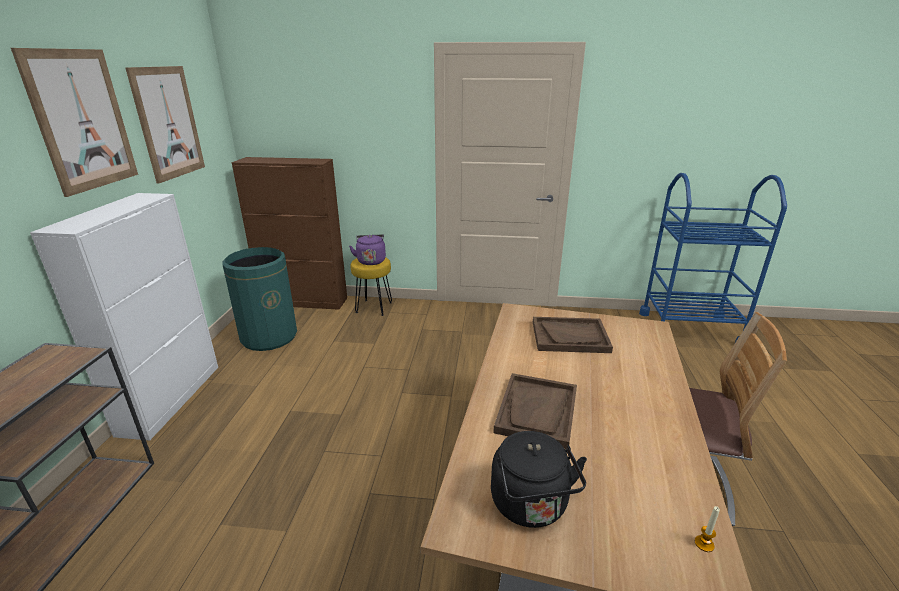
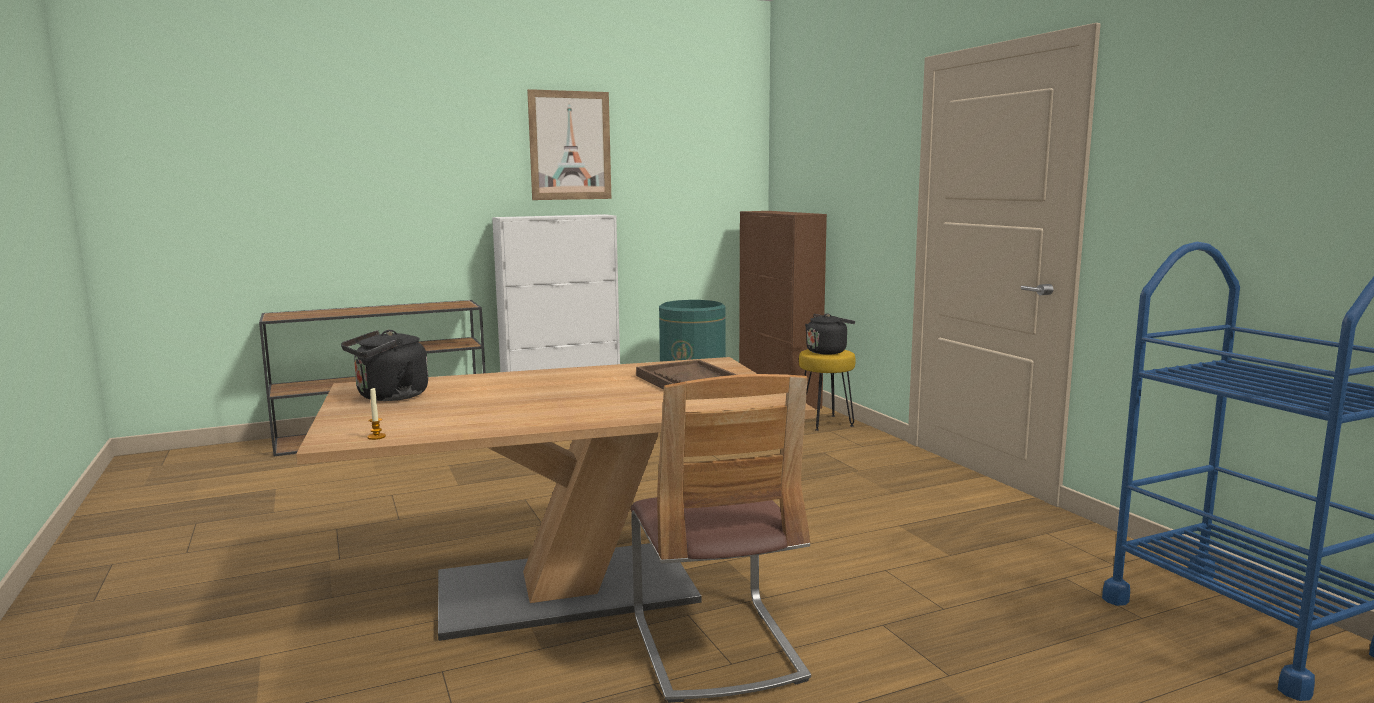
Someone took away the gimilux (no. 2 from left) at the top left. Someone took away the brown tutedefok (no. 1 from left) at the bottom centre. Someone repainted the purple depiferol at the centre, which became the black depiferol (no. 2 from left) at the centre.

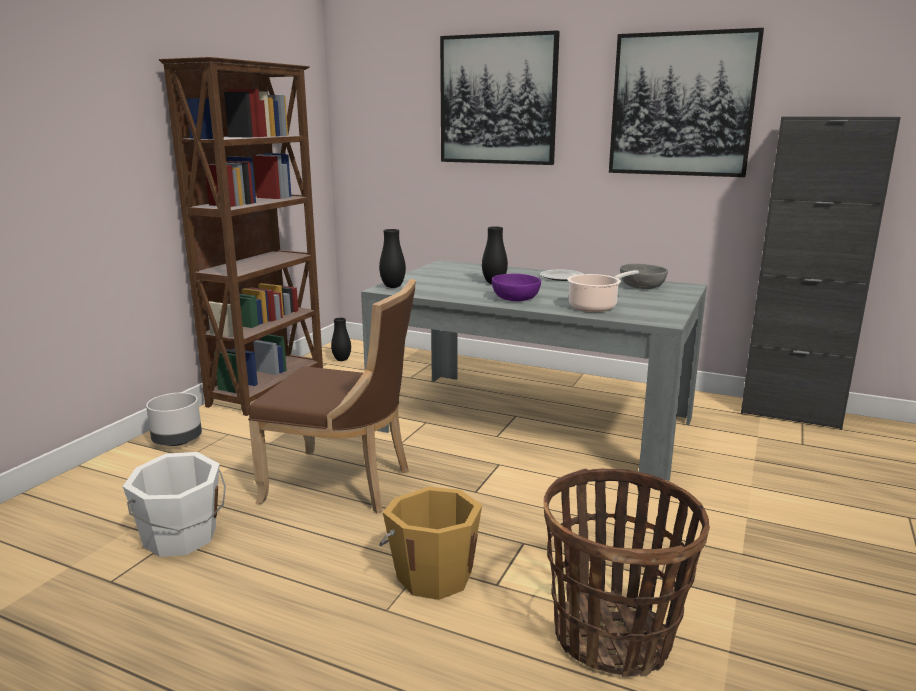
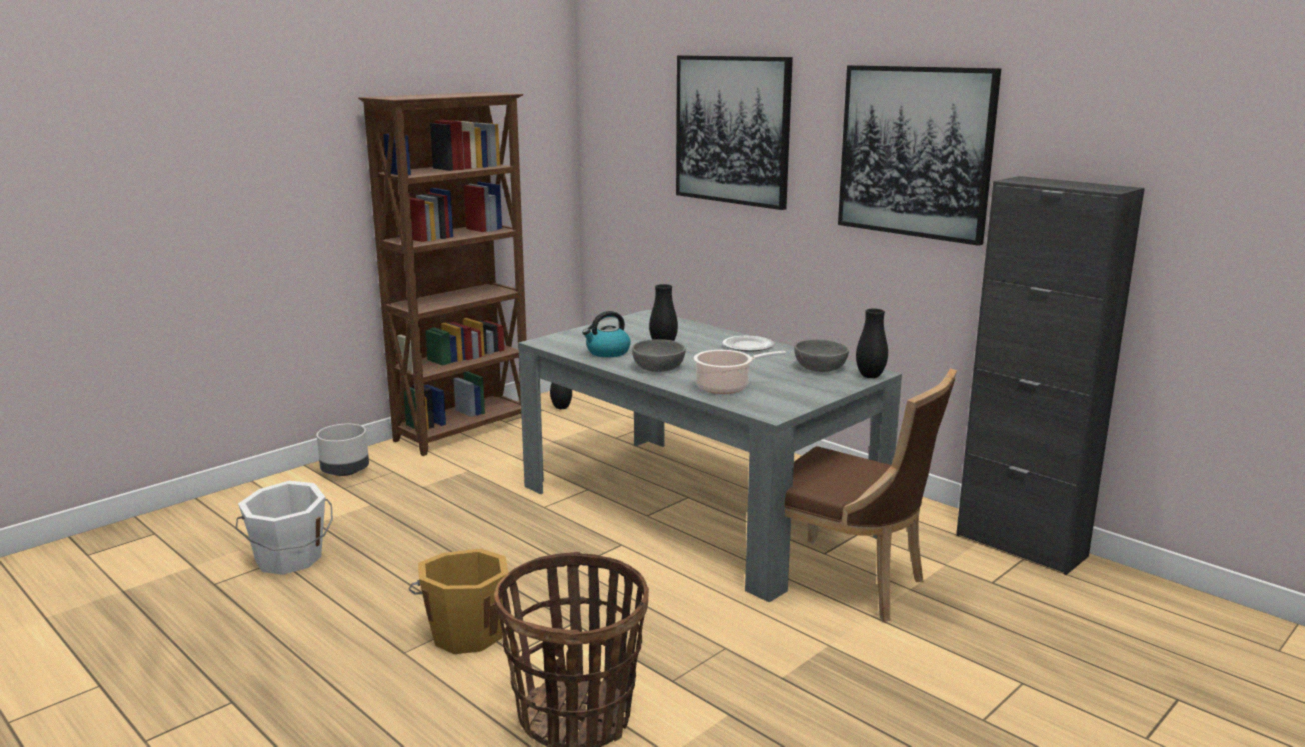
Someone put down the depiferol at the centre. Someone carried the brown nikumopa from the centre to the middle right. Someone carried the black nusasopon (no. 2 from left in the first image) from the centre to the middle right. Someone repainted the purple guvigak at the centre, which became the grey guvigak (no. 1 from left) at the centre.

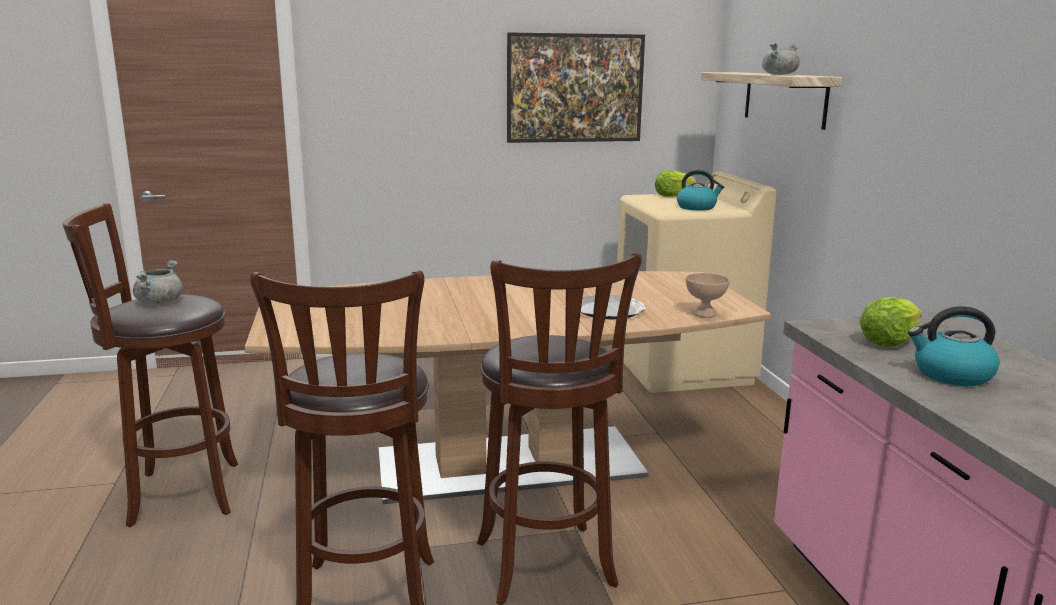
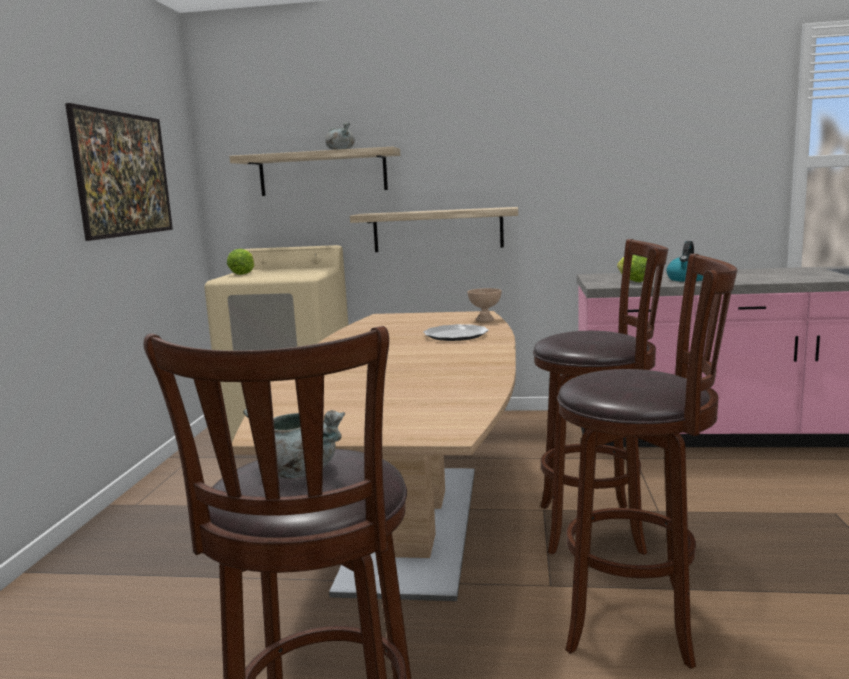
Someone took away the depiferol (no. 1 from left) at the top centre. Someone put up the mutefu (no. 2 from left) at the centre.

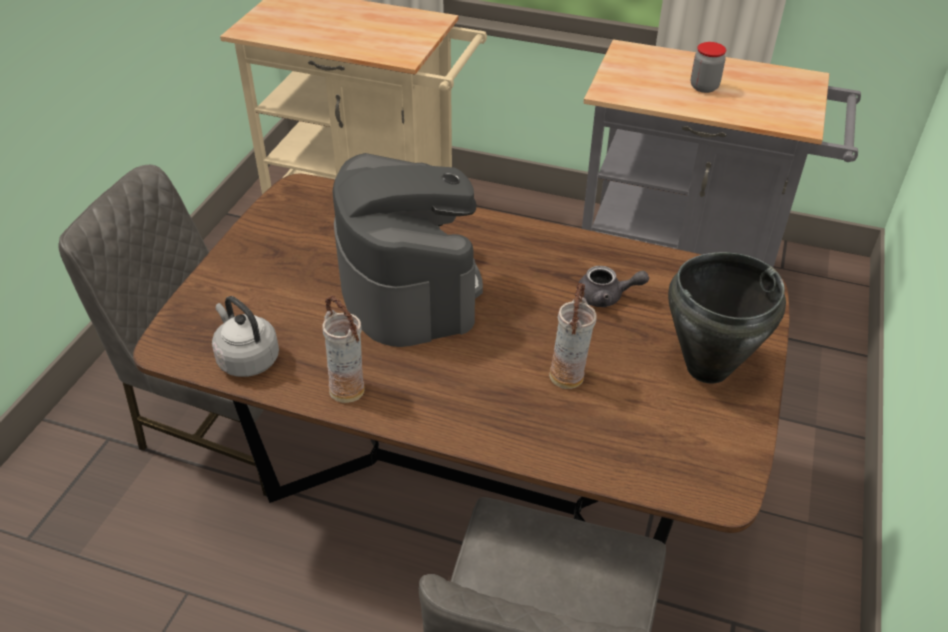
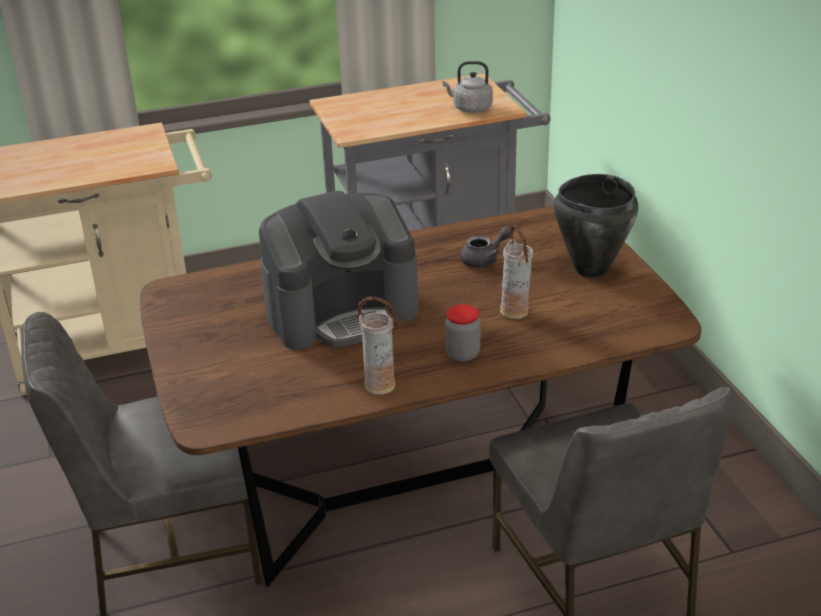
Someone carried the grey depiferol from the middle left to the top centre. Someone carried the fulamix from the top right to the centre. Someone rotated the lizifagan at the centre by 120 degrees clockwise.

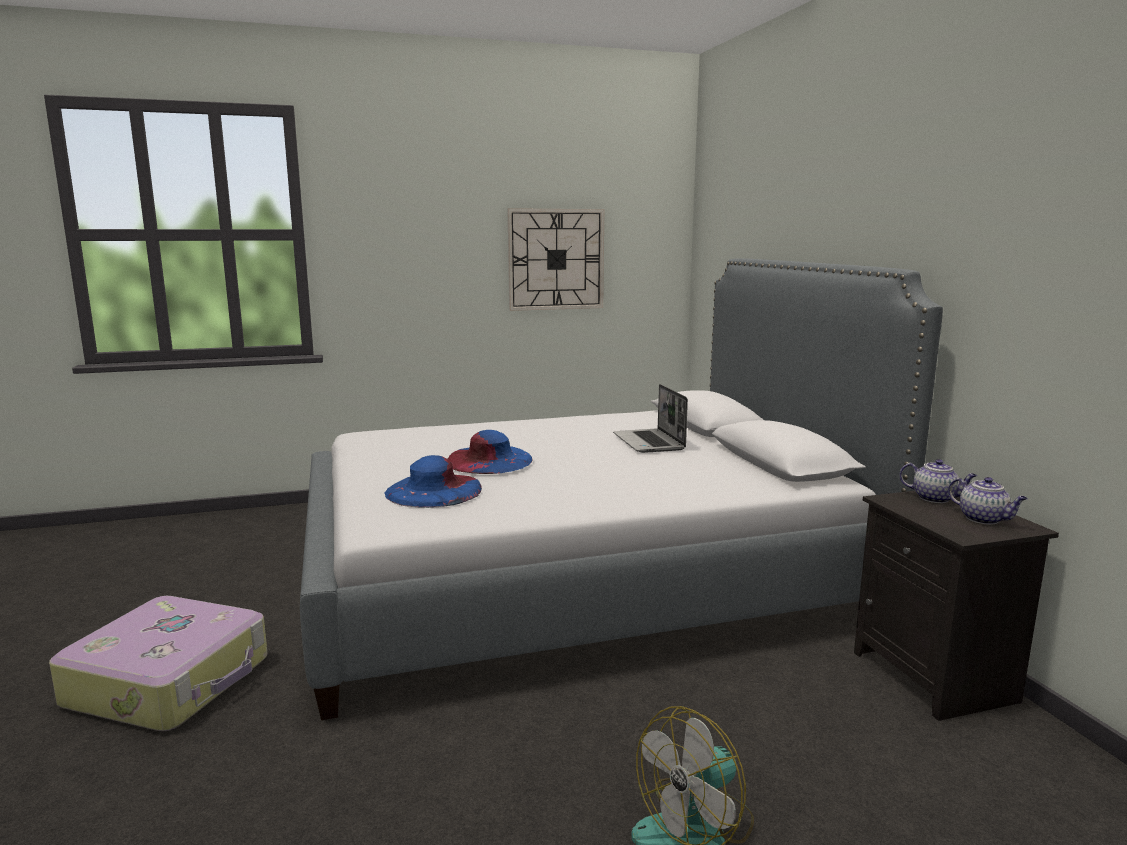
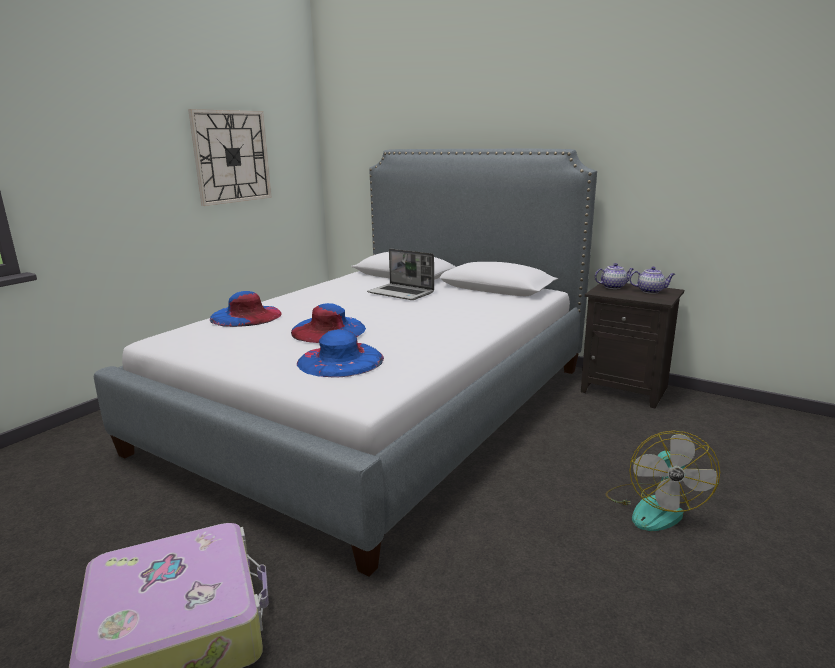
Someone put down the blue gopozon (no. 1 from left) at the middle left.

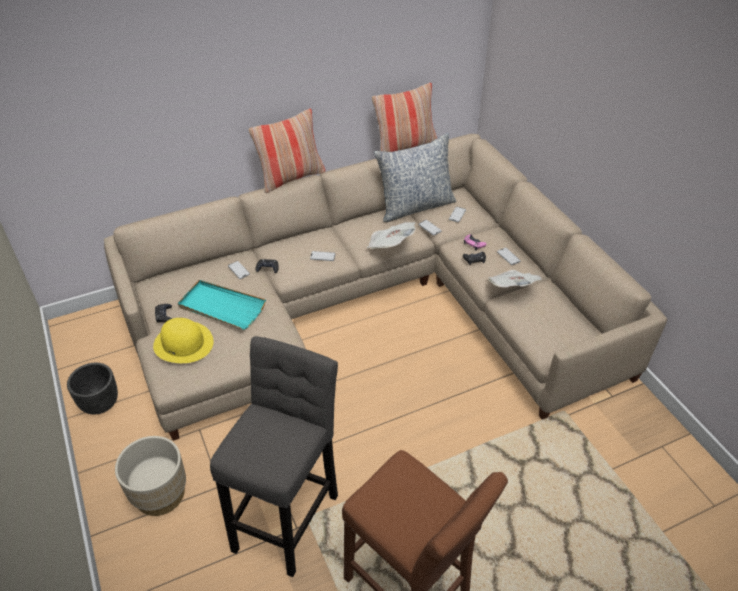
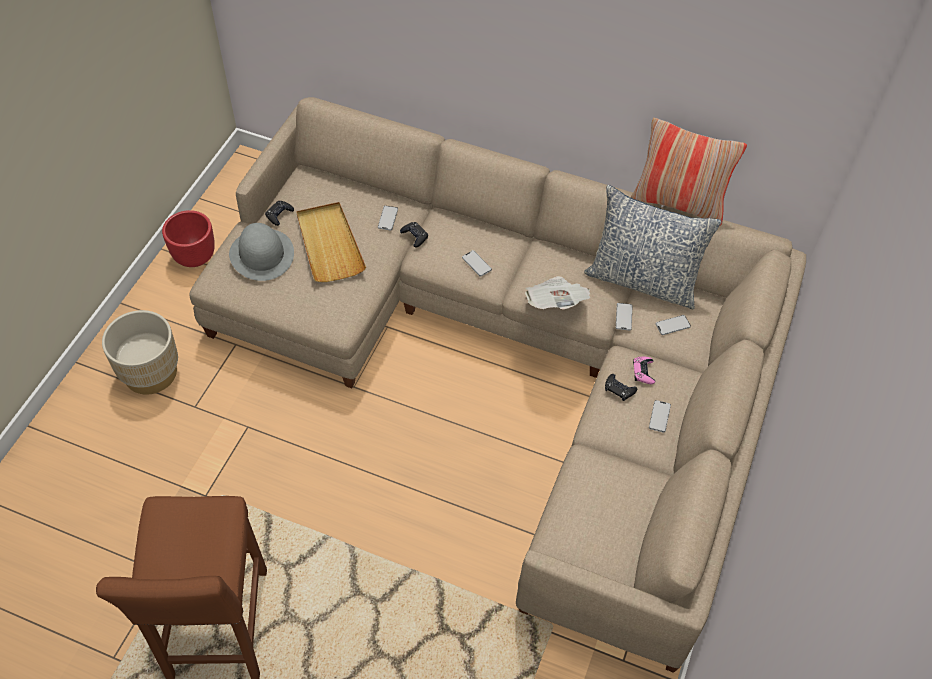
Someone took away the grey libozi at the bottom centre. Someone took away the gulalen (no. 1 from left) at the top centre. Someone took away the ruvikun (no. 2 from left) at the middle right. Someone repainted the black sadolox at the middle left, which became the red sadolox at the middle left. Someone repainted the yellow gopozon at the middle left, which became the grey gopozon at the middle left. Someone repainted the turquoise tutedefok at the middle left, which became the beige tutedefok at the centre.

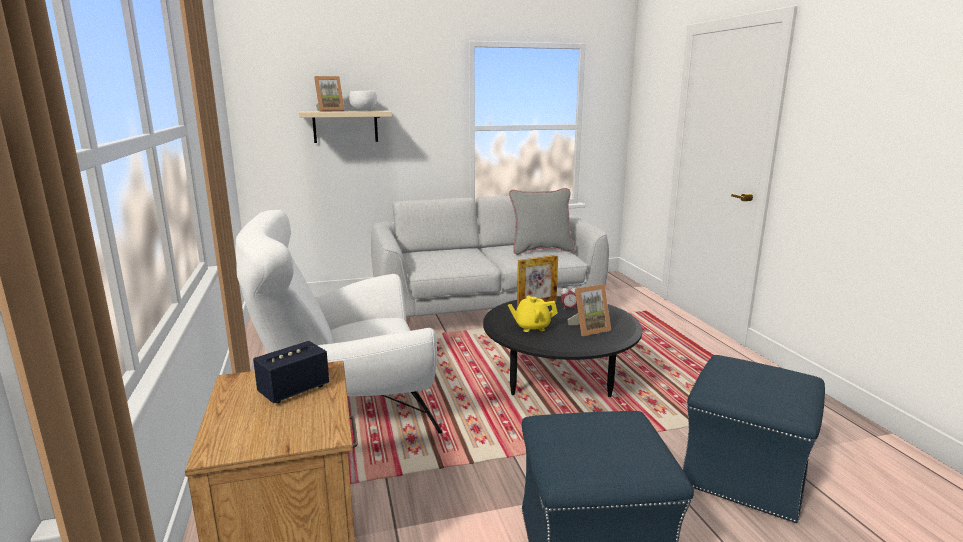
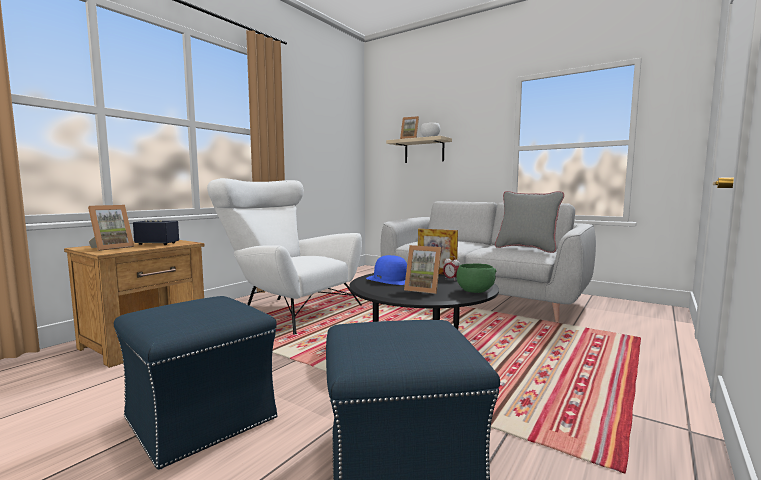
Someone put down the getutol (no. 1 from left) at the middle left. Someone put down the green guvigak at the centre. Someone swapped the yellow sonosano at the centre for the blue gopozon at the centre.

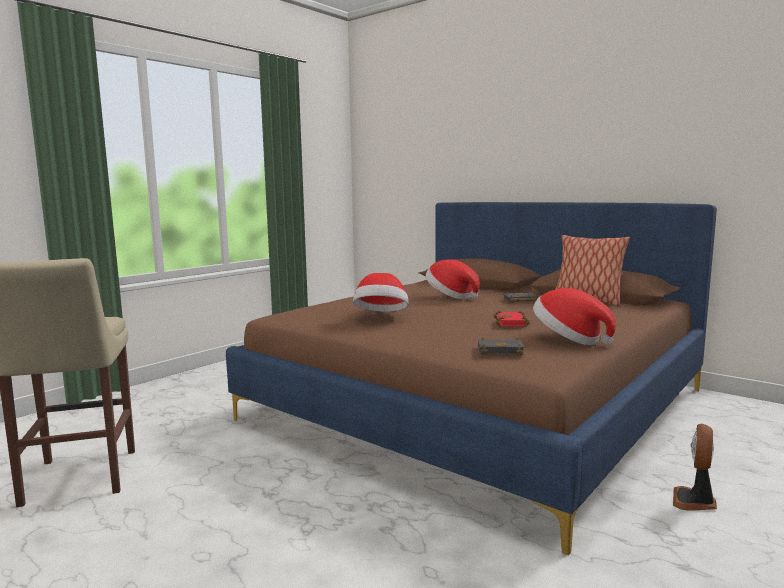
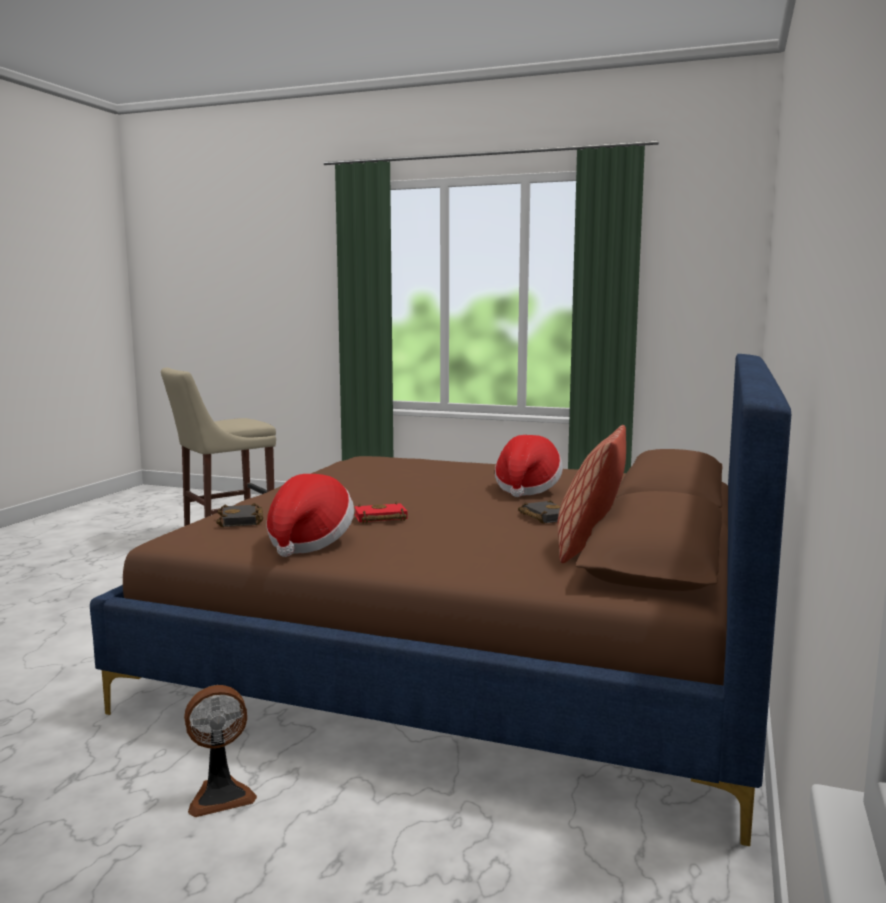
Someone took away the gopozon (no. 1 from left) at the centre. Someone rotated the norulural at the bottom right by 150 degrees clockwise.

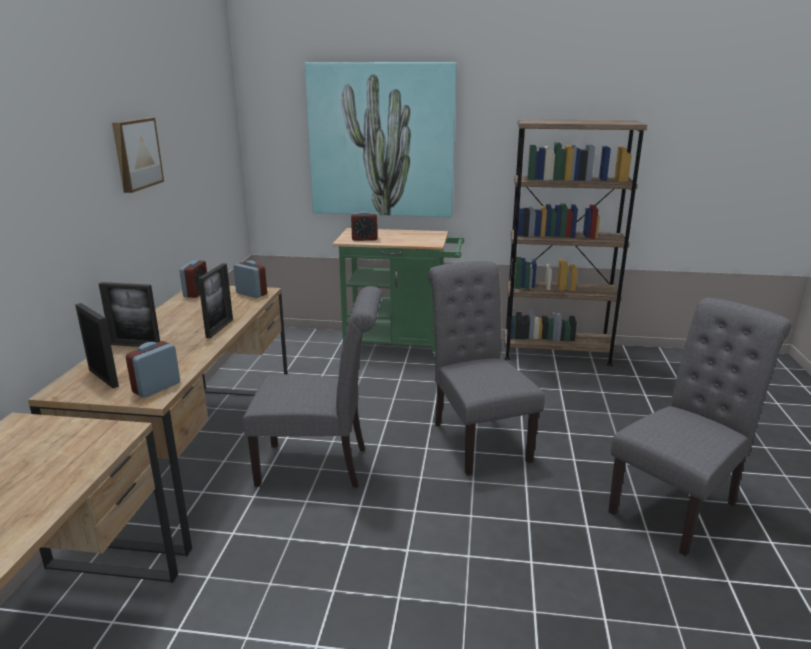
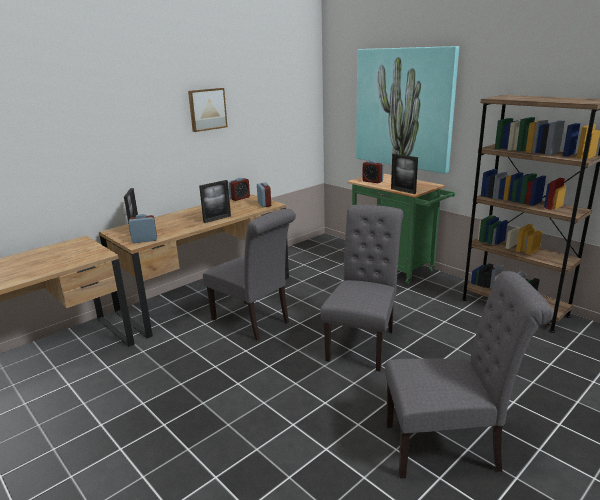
Someone carried the getutol (no. 2 from left in the first image) from the middle left to the middle right.

